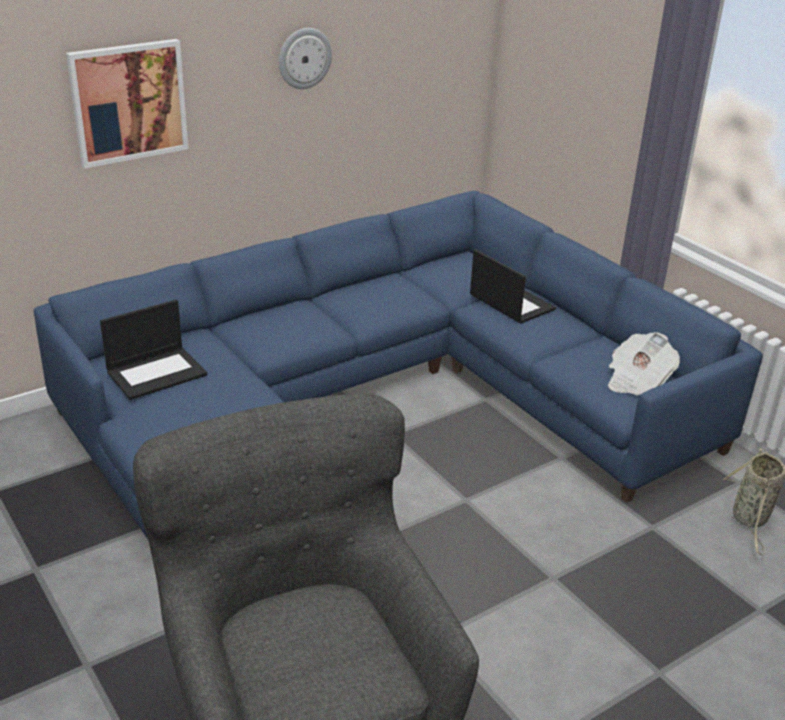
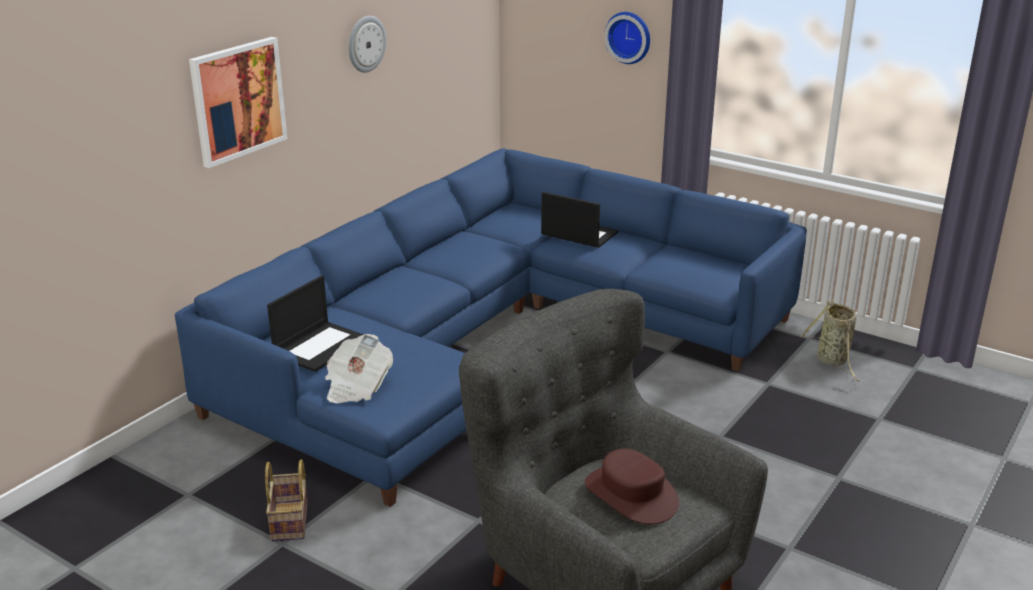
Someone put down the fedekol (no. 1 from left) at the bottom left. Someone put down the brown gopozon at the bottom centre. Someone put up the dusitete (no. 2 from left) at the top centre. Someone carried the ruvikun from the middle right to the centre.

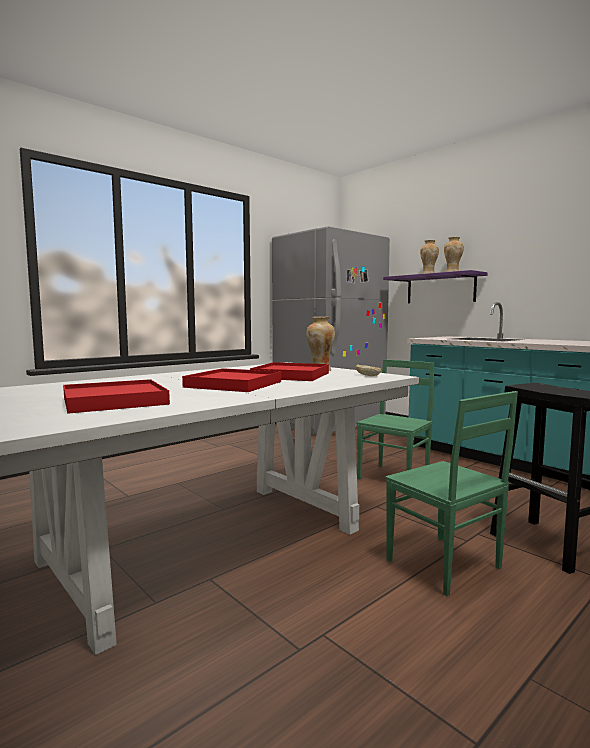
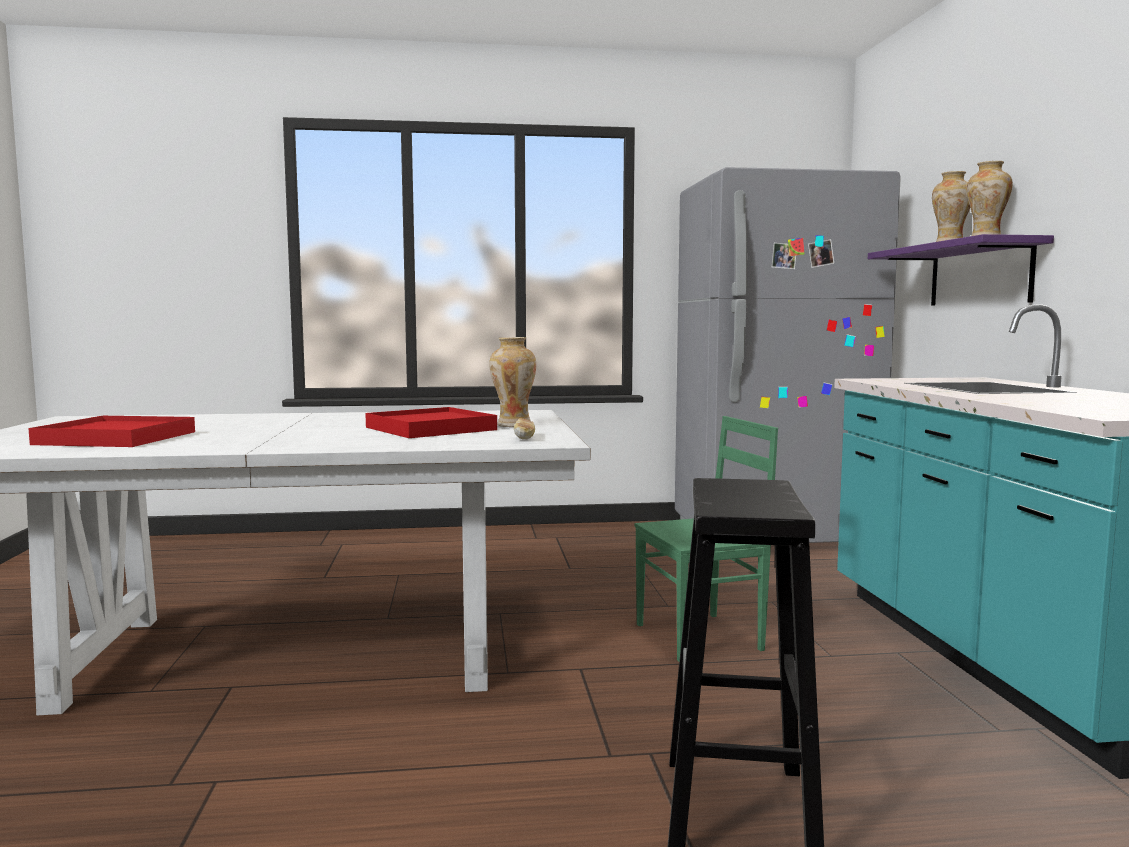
Someone took away the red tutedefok (no. 2 from left) at the centre. Someone took away the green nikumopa (no. 2 from left) at the middle right.

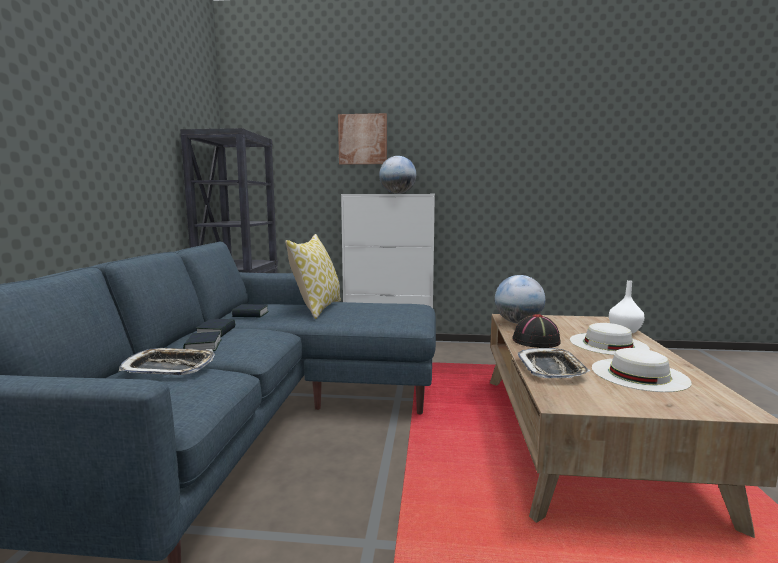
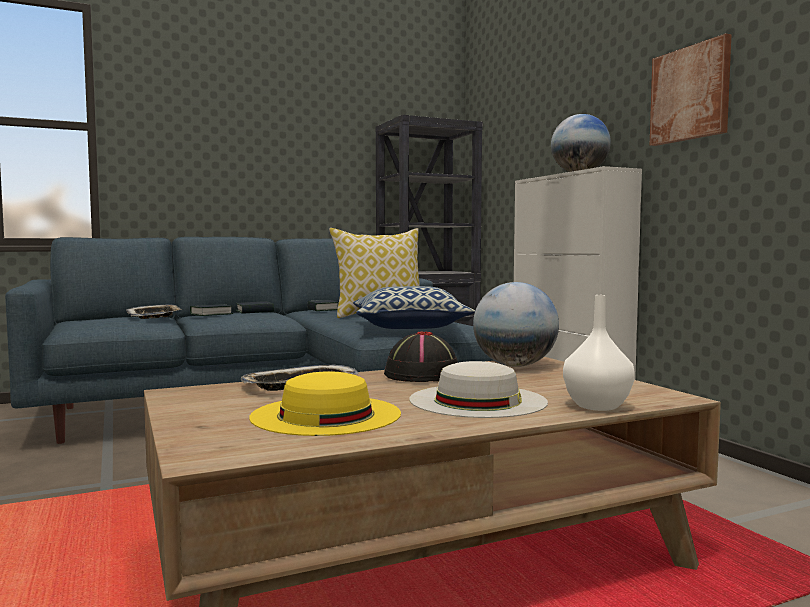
Someone put down the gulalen (no. 2 from left) at the centre. Someone carried the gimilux from the top centre to the top right. Someone repainted the white gopozon (no. 2 from left) at the middle right, which became the yellow gopozon at the centre.

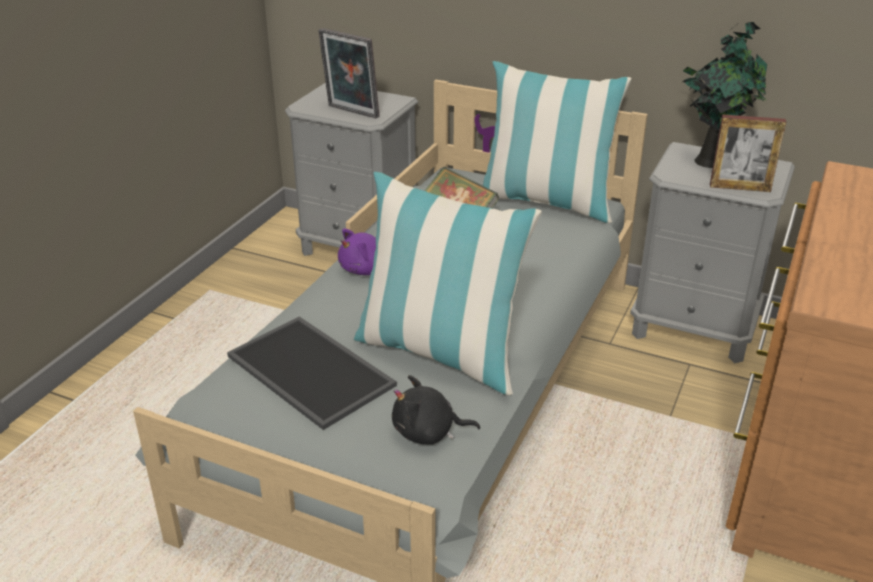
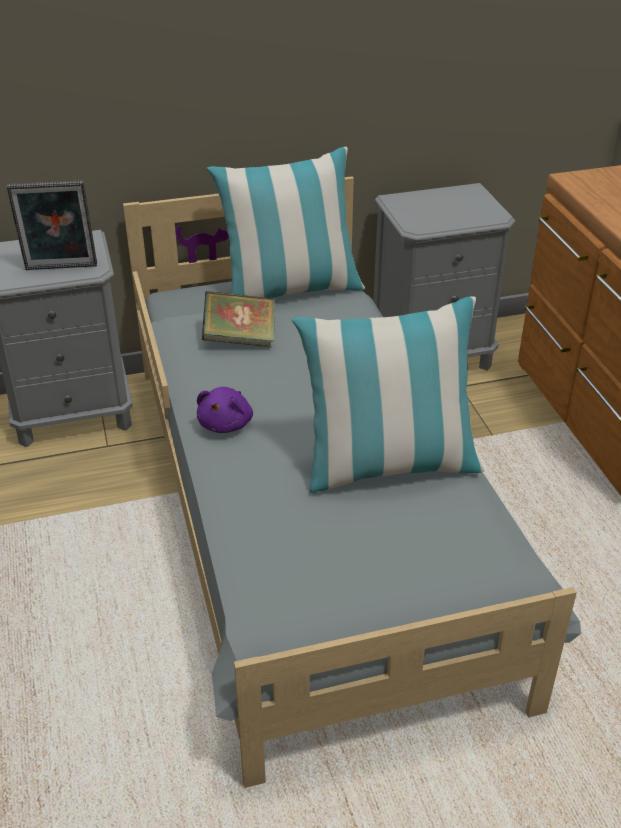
Someone took away the tutedefok at the centre. Someone took away the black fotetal at the bottom centre. Someone took away the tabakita at the top right. Someone took away the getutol (no. 2 from left) at the top right.

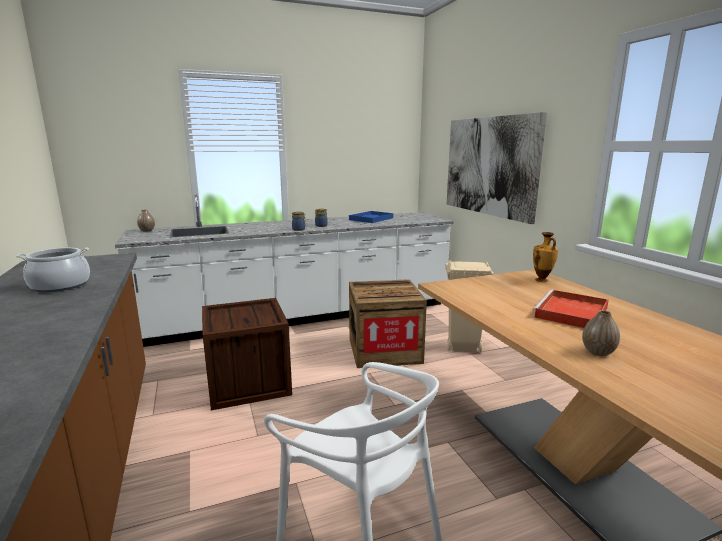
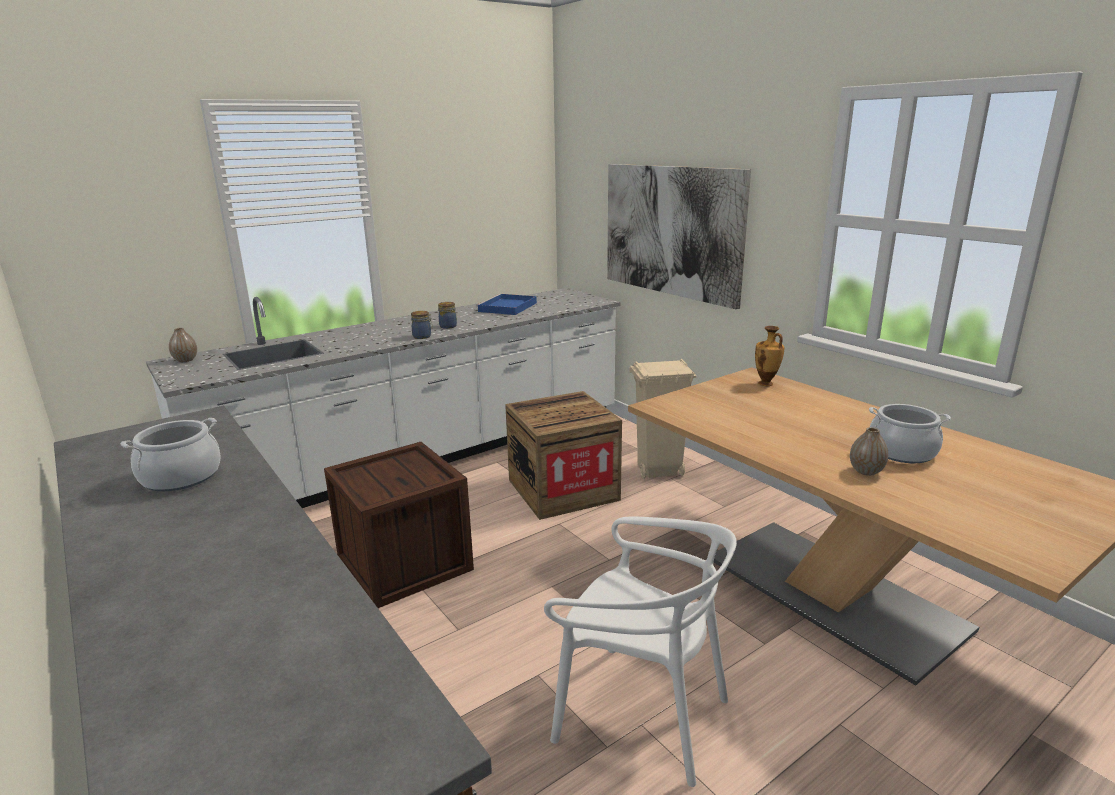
Someone took away the red tutedefok at the middle right. Someone put down the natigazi (no. 2 from left) at the middle right.

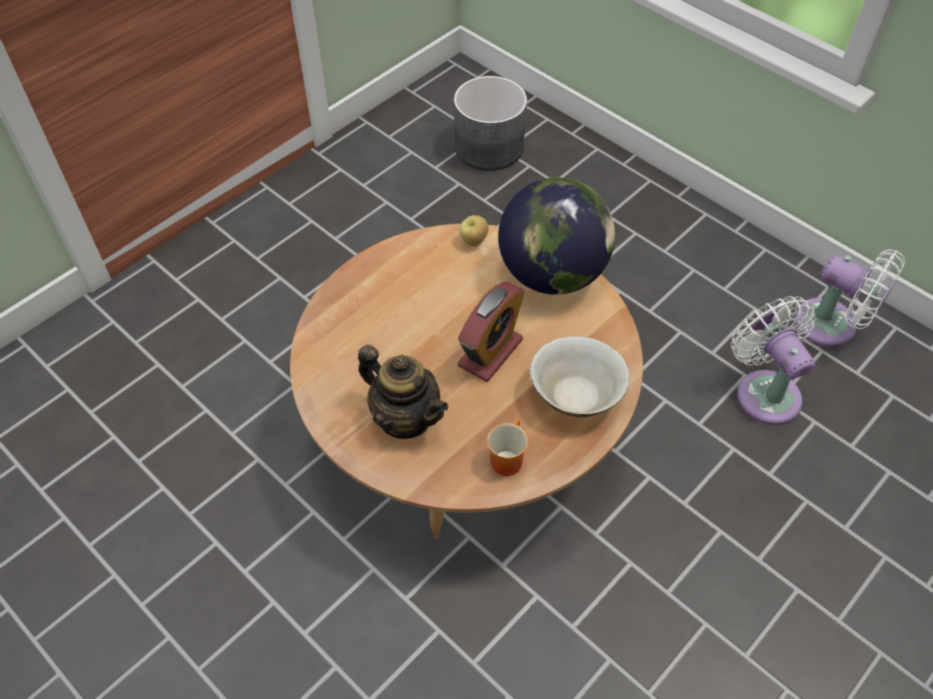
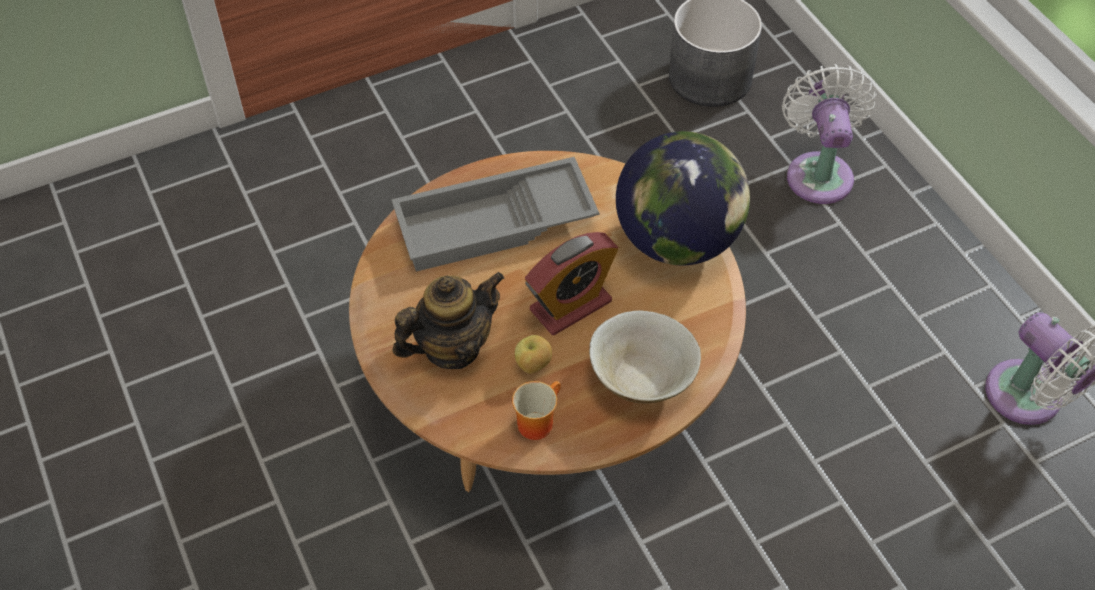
Someone put down the grey tutedefok at the centre. Someone carried the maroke from the top centre to the centre. Someone carried the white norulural (no. 1 from left) from the middle right to the top right. Someone rotated the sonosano at the centre by 90 degrees counterclockwise.

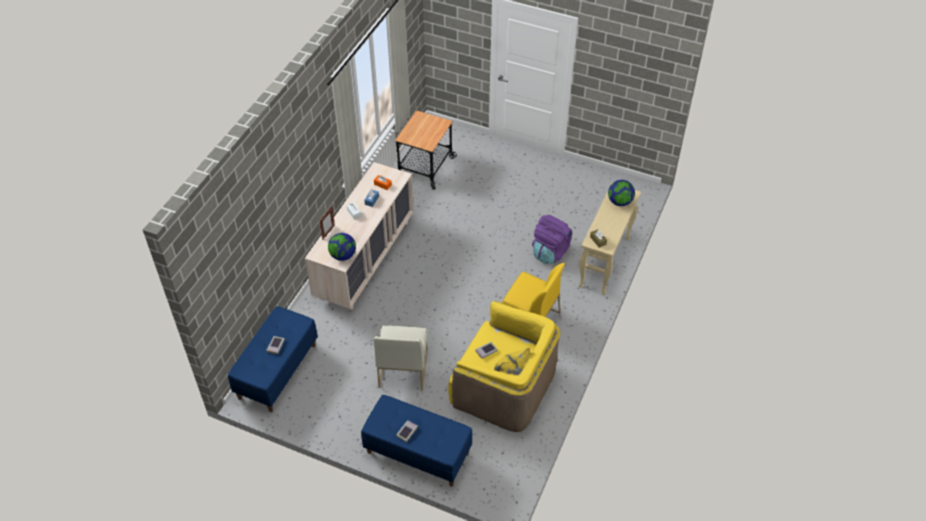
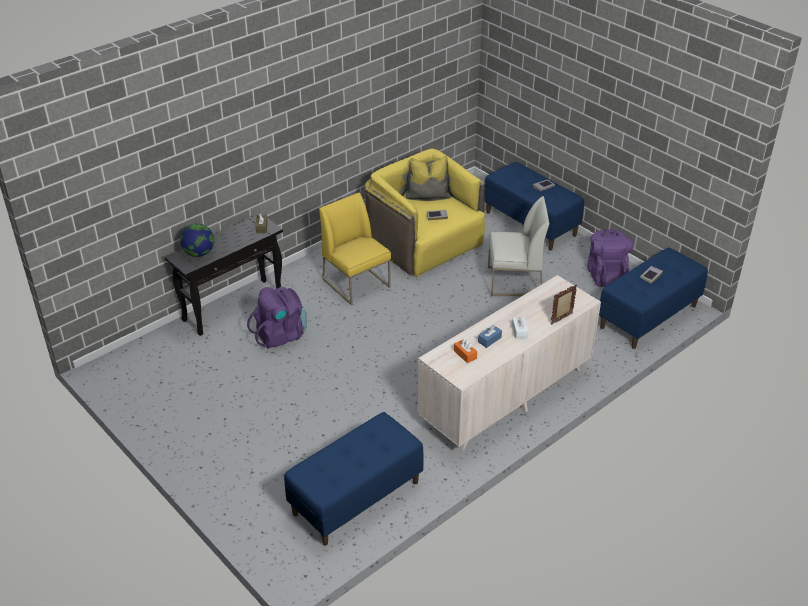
Someone took away the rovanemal (no. 1 from left) at the centre. Someone put down the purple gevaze (no. 2 from left) at the middle right. Someone swapped the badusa at the top centre for the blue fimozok (no. 1 from left) at the bottom centre. Someone repainted the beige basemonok at the centre, which became the black basemonok at the middle left. Someone rotated the white nikumopa at the bottom centre by 60 degrees clockwise.

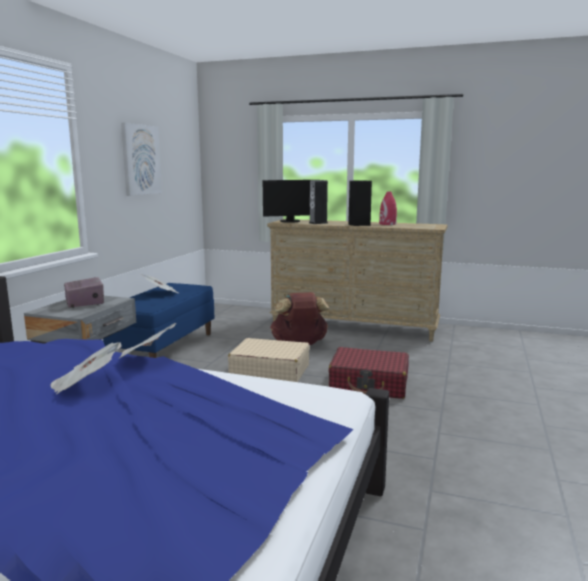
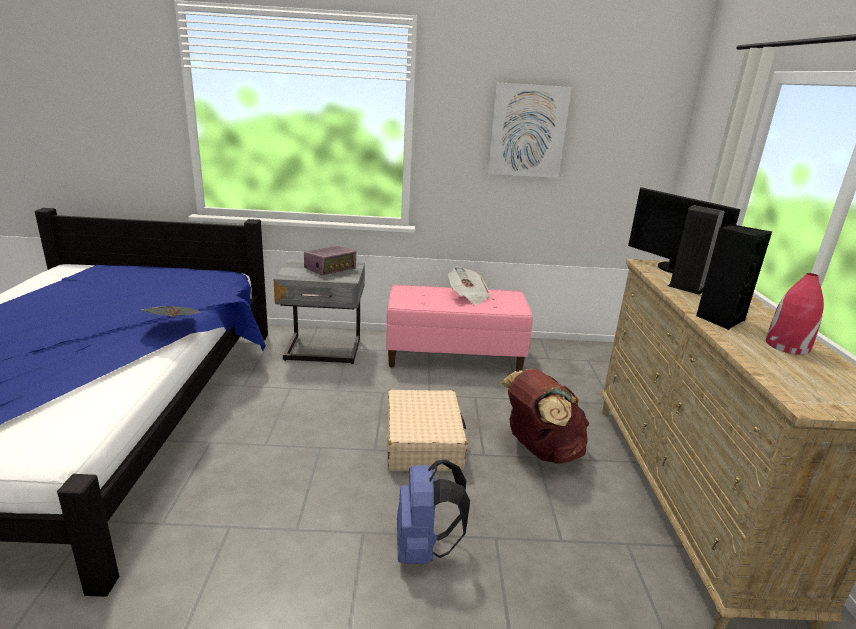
Someone took away the ruvikun (no. 1 from left) at the middle left. Someone swapped the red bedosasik at the centre for the blue gevaze at the bottom centre. Someone repainted the blue fimozok at the middle left, which became the pink fimozok at the centre.

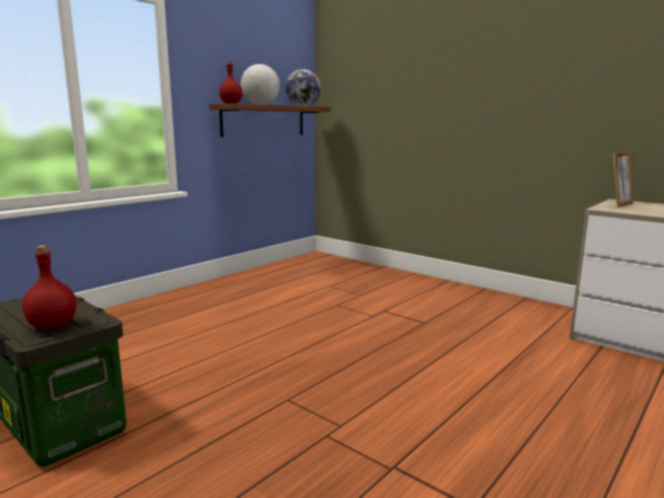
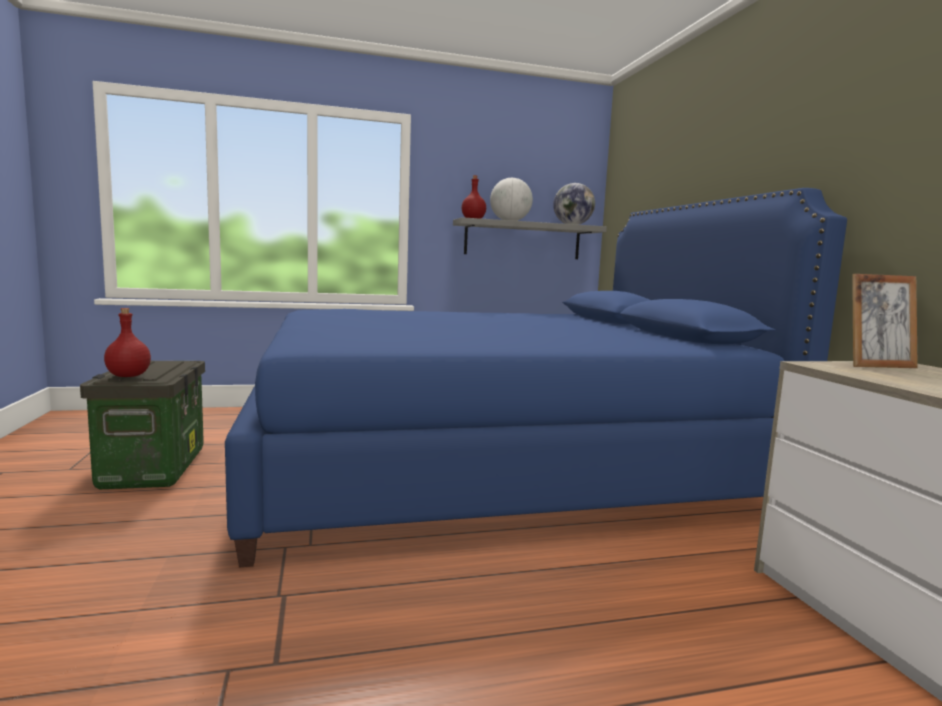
Someone put down the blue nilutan at the centre. Someone repainted the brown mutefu at the top centre, which became the grey mutefu at the centre.

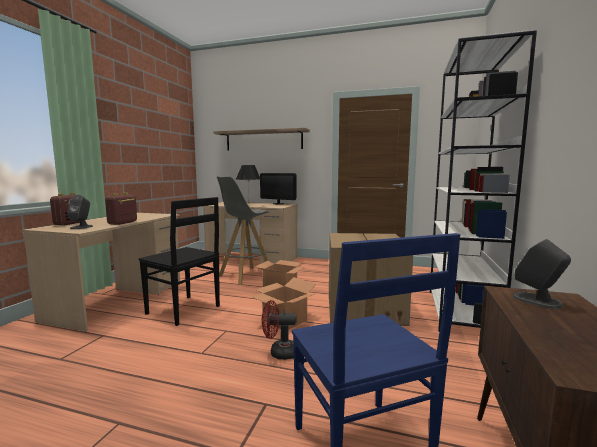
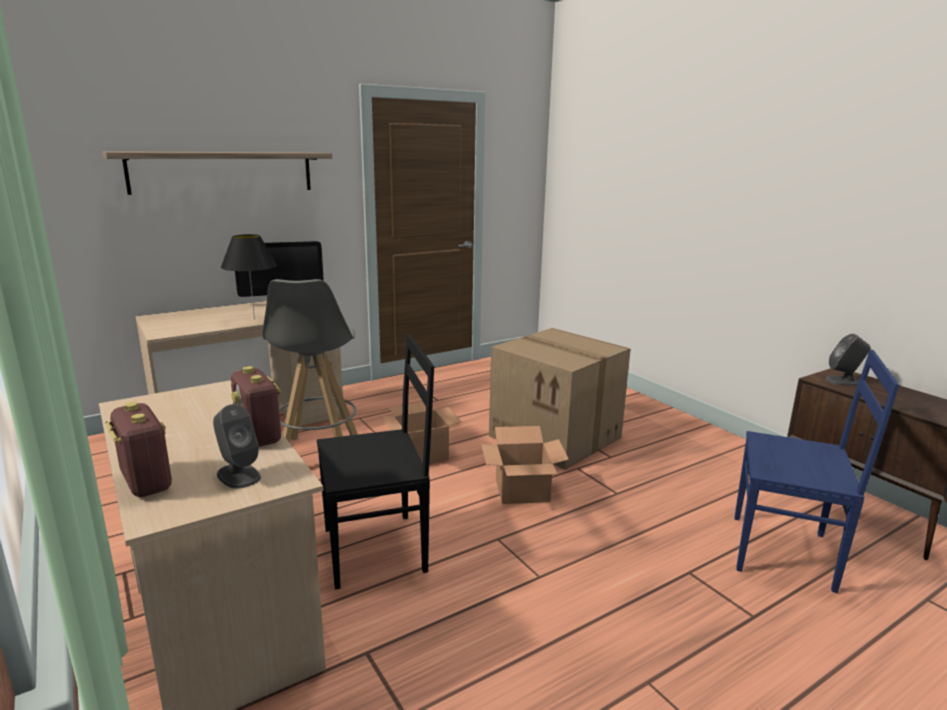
Someone took away the red norulural at the bottom centre. Someone took away the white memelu at the middle right.

